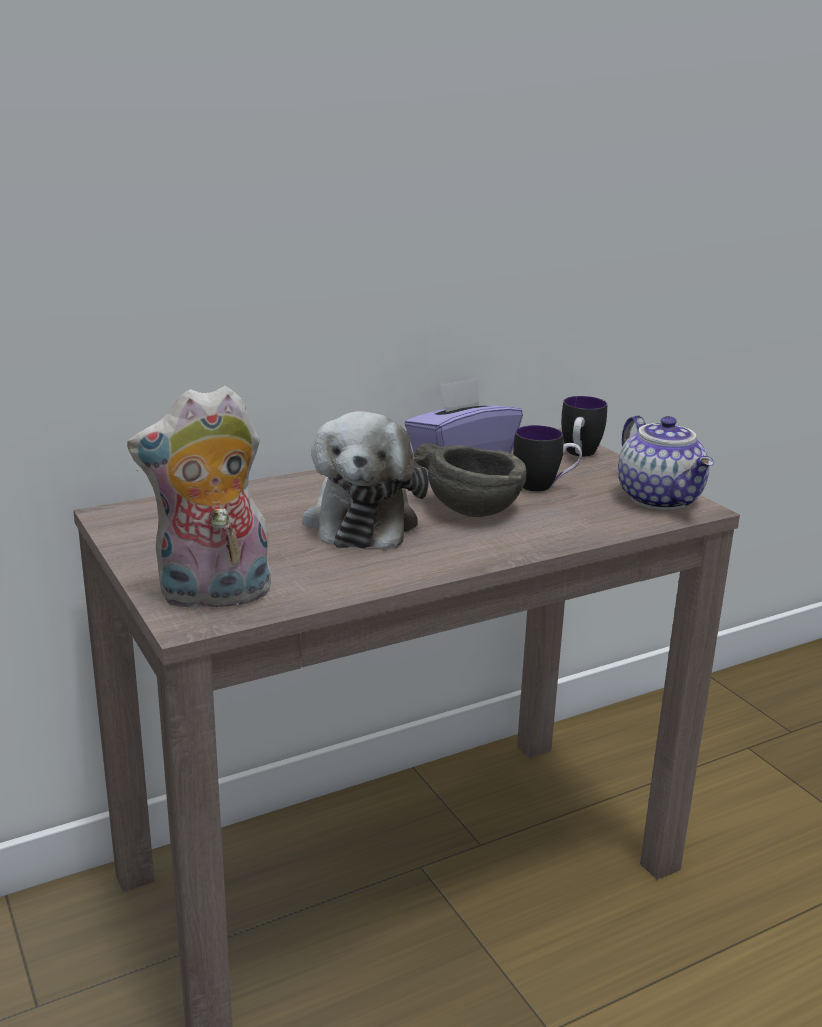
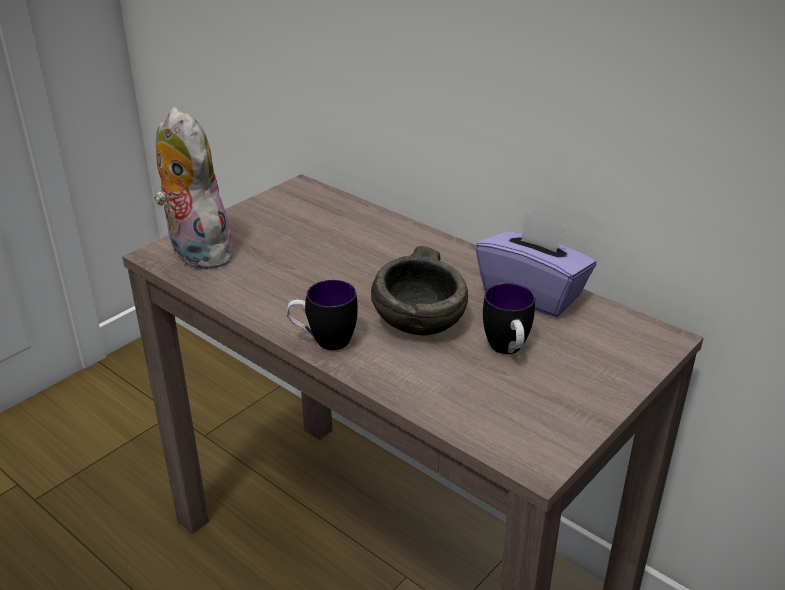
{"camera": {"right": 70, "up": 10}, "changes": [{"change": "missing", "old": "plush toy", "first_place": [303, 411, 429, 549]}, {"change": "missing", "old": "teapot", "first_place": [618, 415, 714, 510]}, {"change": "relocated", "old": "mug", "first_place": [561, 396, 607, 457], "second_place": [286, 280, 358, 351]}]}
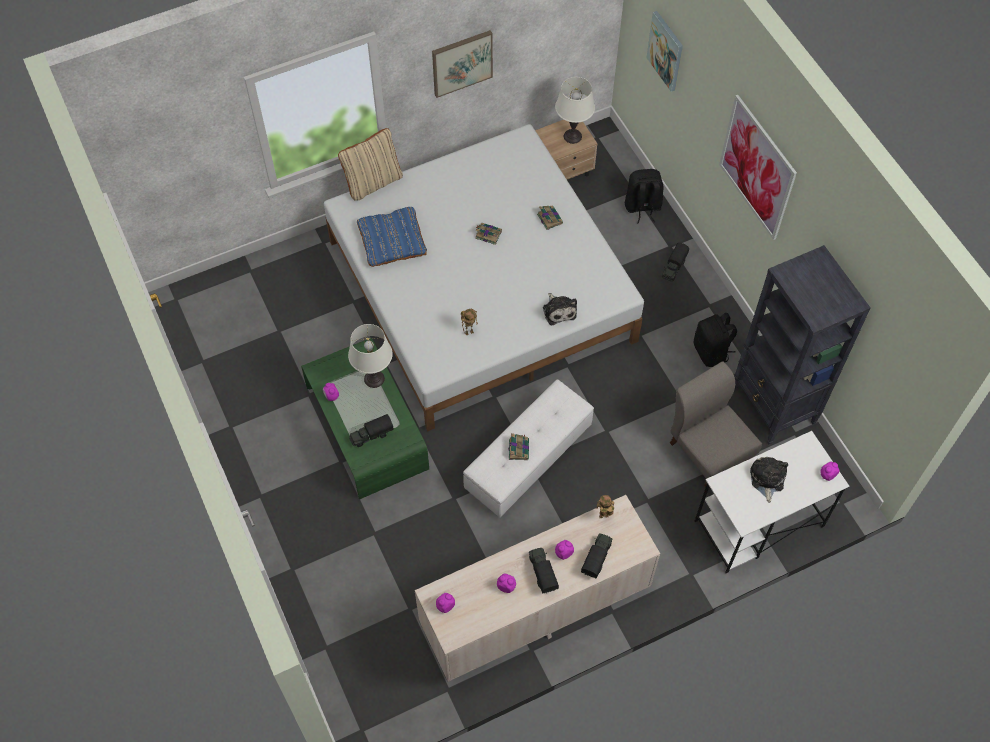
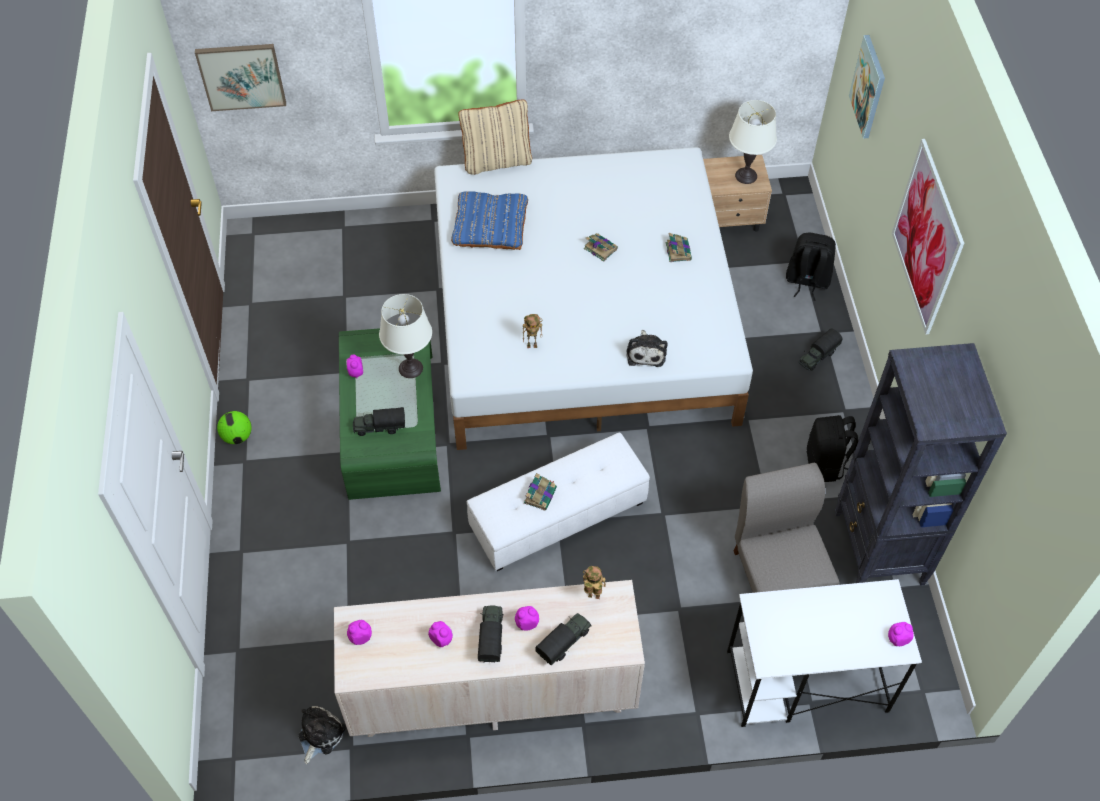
{"camera": {"right": 20, "up": -5}, "changes": [{"change": "appeared", "new": "football", "second_place": [217, 411, 252, 444]}, {"change": "relocated", "old": "picture", "first_place": [432, 30, 493, 98], "second_place": [195, 44, 286, 111]}, {"change": "relocated", "old": "plush toy", "first_place": [750, 457, 788, 503], "second_place": [299, 706, 346, 764]}]}
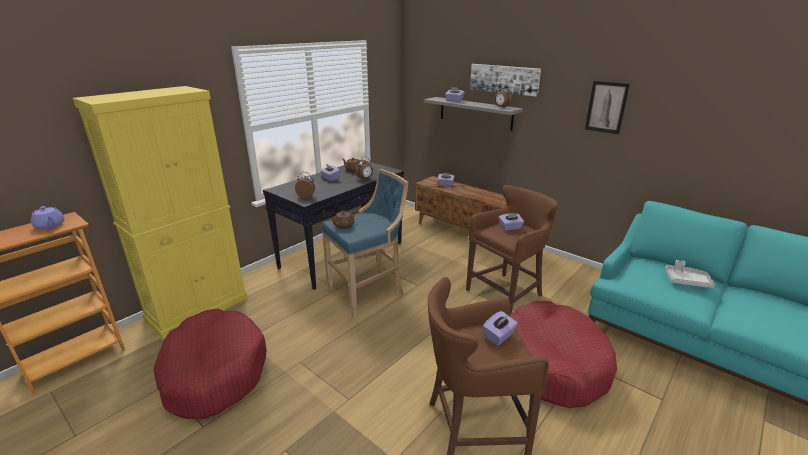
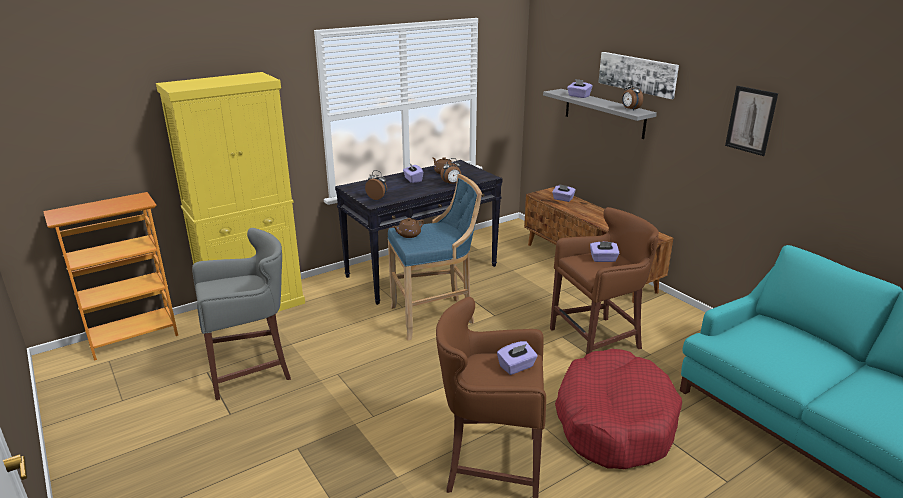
{"camera": {"right": 15, "up": 0}, "changes": [{"change": "missing", "old": "purple teapot", "first_place": [31, 206, 64, 230]}, {"change": "missing", "old": "grey tray", "first_place": [665, 260, 715, 288]}, {"change": "exchanged", "old": "red dog bed", "new": "grey stool", "first_place": [154, 309, 266, 419], "second_place": [192, 228, 291, 400]}]}
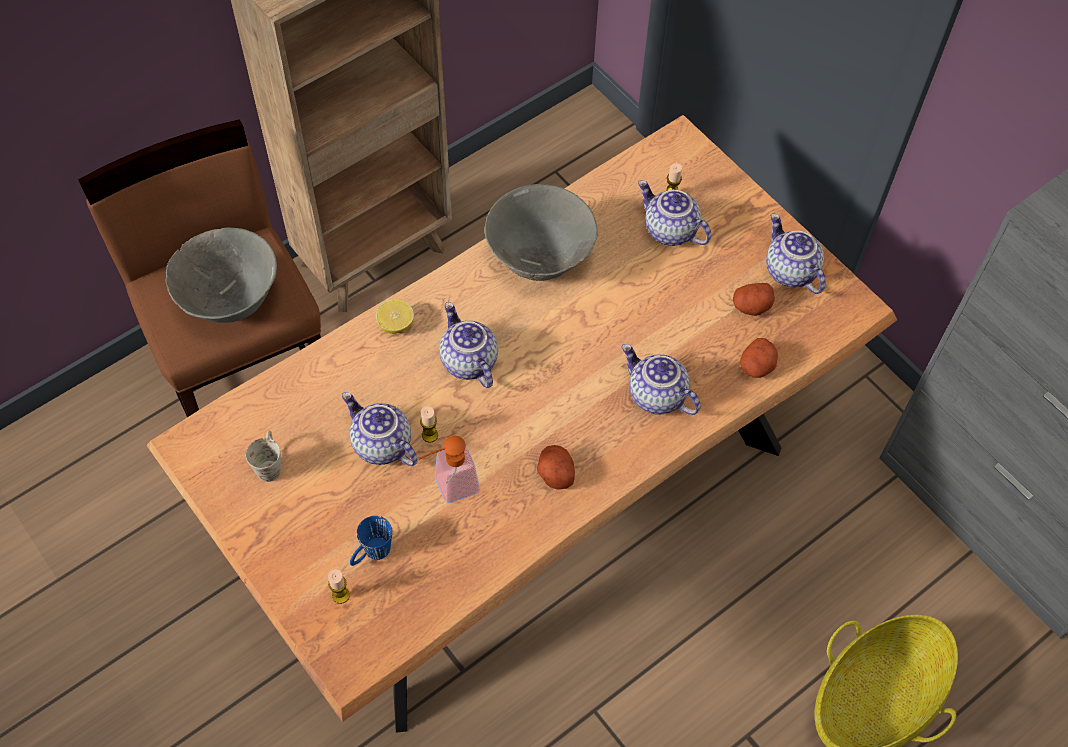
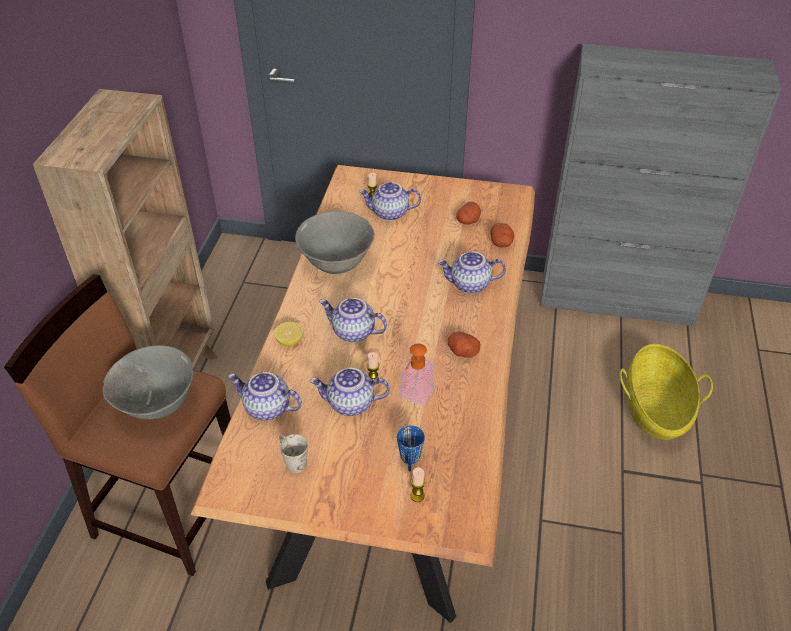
{"camera": {"right": -40, "up": -15}, "changes": [{"change": "relocated", "old": "teapot", "first_place": [766, 213, 826, 294], "second_place": [228, 372, 302, 420]}]}
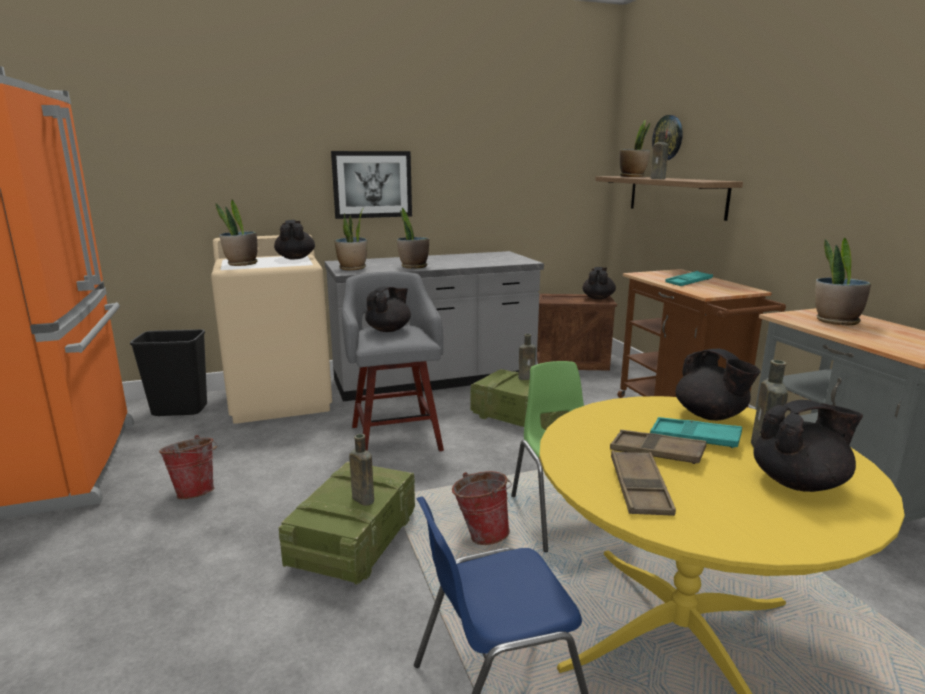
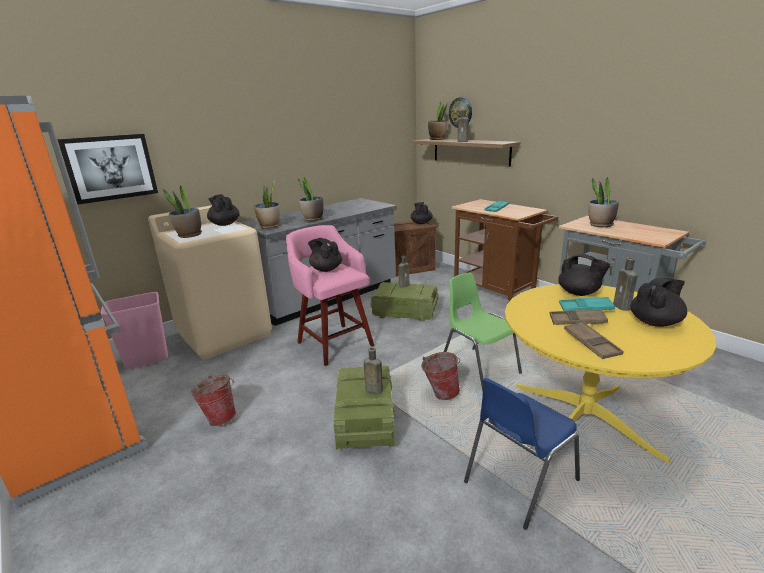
{"camera": {"right": -20, "up": 5}, "changes": [{"change": "relocated", "old": "picture", "first_place": [331, 151, 412, 219], "second_place": [57, 134, 158, 204]}, {"change": "colour", "old": "black trash can", "new": "pink trash can", "first_place": [130, 329, 207, 416], "second_place": [101, 292, 168, 369]}, {"change": "colour", "old": "grey stool", "new": "pink stool", "first_place": [342, 272, 444, 451], "second_place": [286, 225, 374, 366]}, {"change": "spun", "old": "black teapot", "first_place": [365, 287, 411, 332], "second_place": [308, 238, 342, 272], "degrees": -60}]}
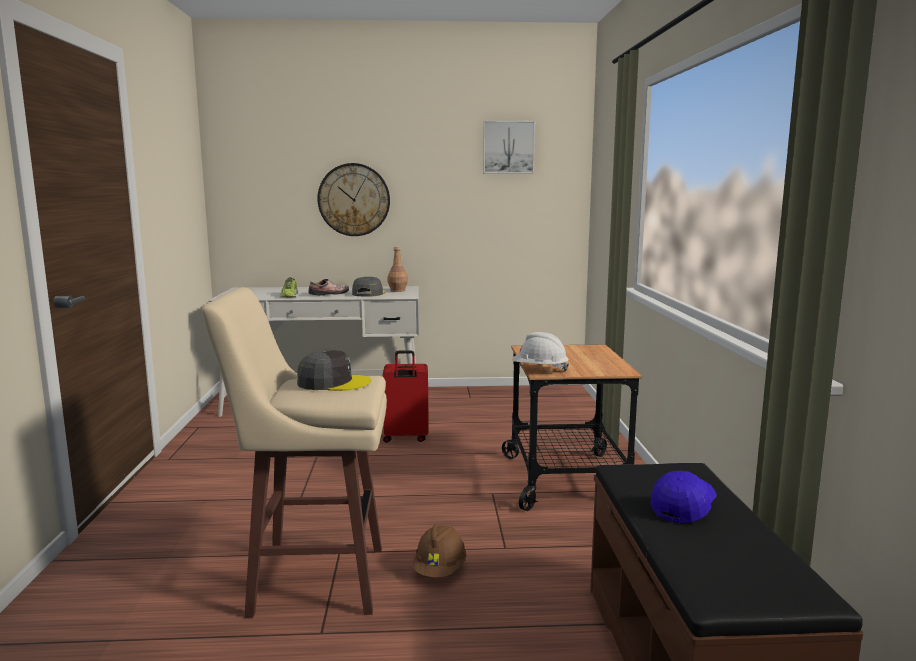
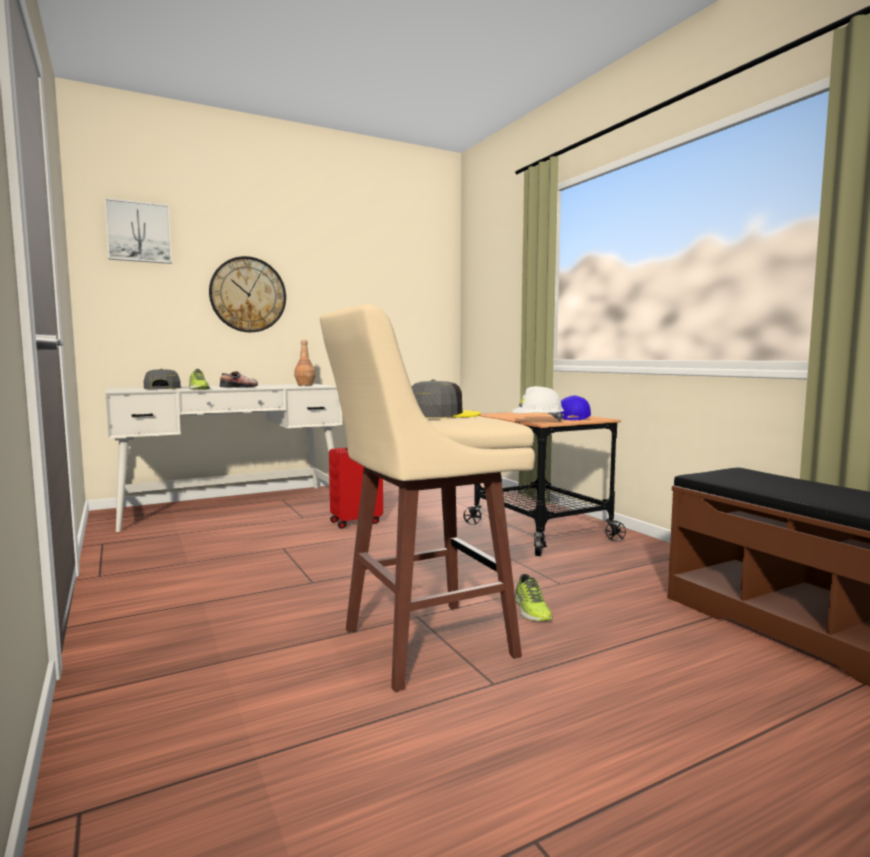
{"camera": {"right": -25, "up": -5}, "changes": [{"change": "relocated", "old": "grey cap", "first_place": [352, 277, 385, 296], "second_place": [144, 369, 182, 389]}, {"change": "relocated", "old": "picture", "first_place": [483, 121, 535, 173], "second_place": [105, 198, 172, 264]}, {"change": "relocated", "old": "blue cap", "first_place": [650, 471, 716, 524], "second_place": [560, 395, 591, 420]}, {"change": "exchanged", "old": "brown hard hat", "new": "shoe", "first_place": [413, 524, 466, 578], "second_place": [515, 574, 553, 621]}]}
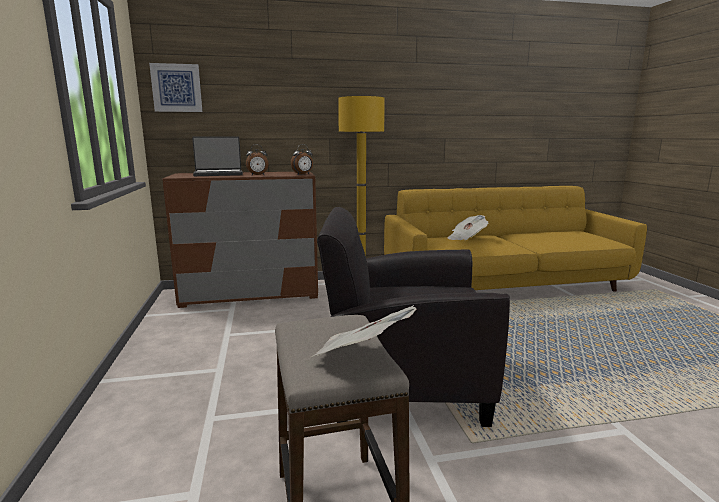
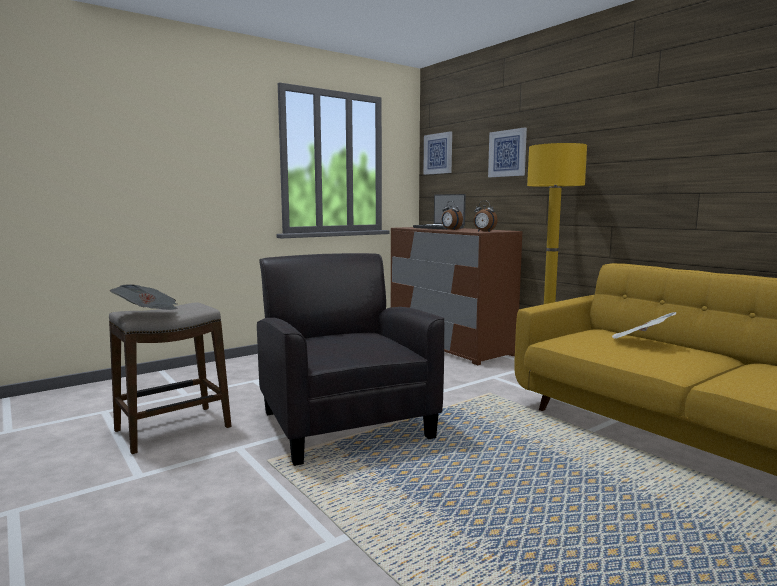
{"camera": {"right": 65, "up": -5}, "changes": [{"change": "appeared", "new": "picture", "second_place": [488, 127, 527, 177]}]}
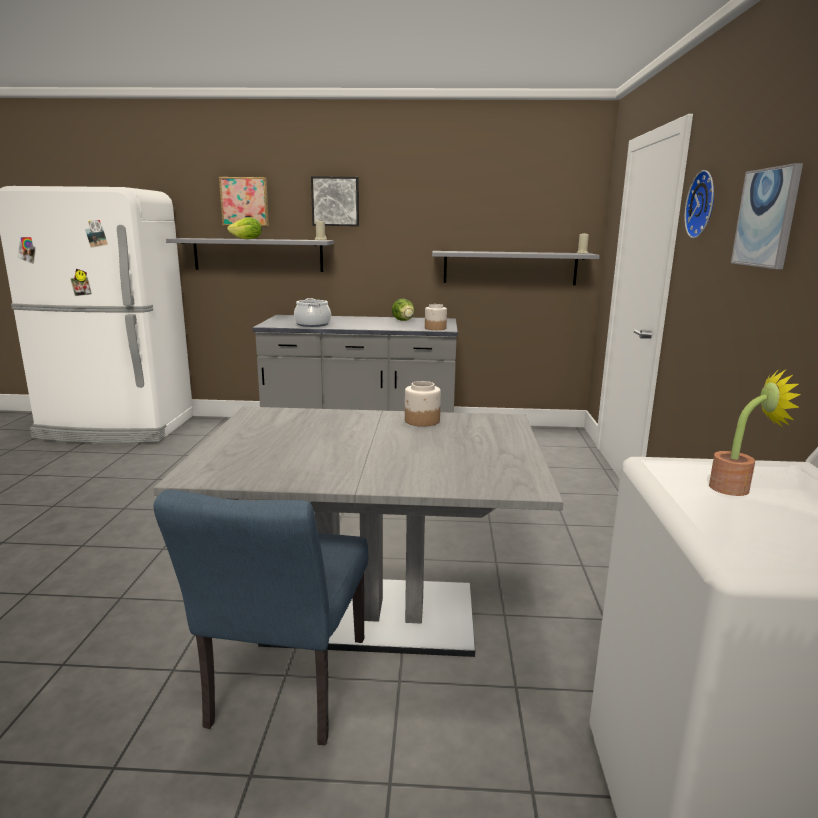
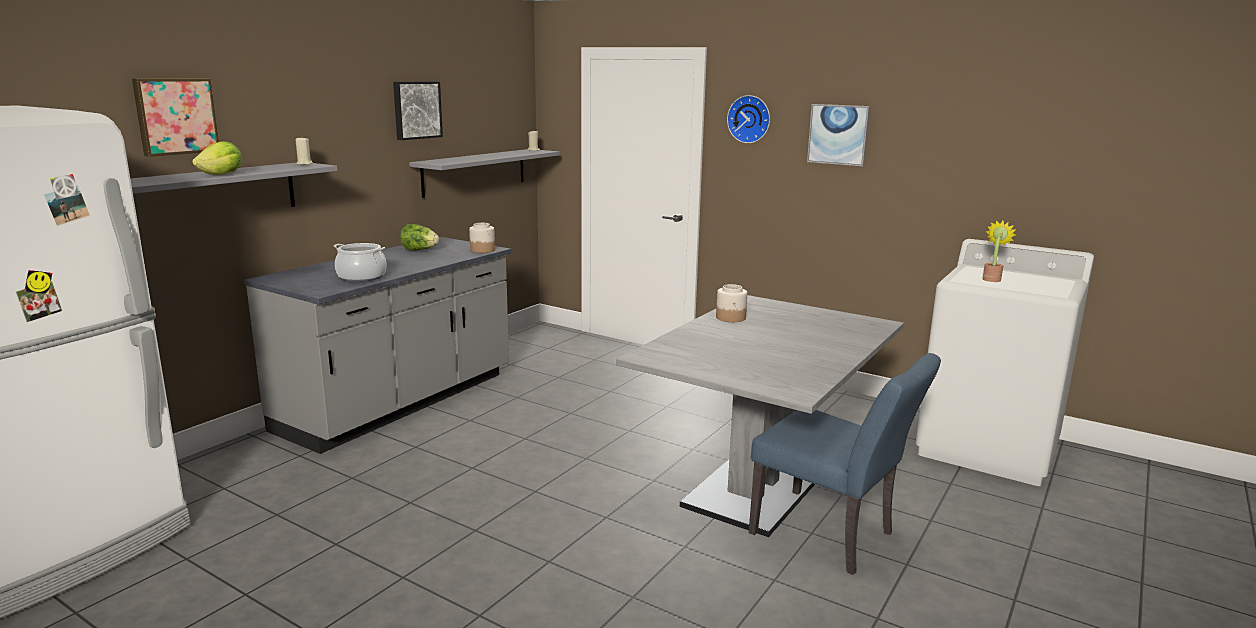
{"camera": {"right": -60, "up": 0}, "changes": [{"change": "relocated", "old": "picture", "first_place": [311, 176, 359, 226], "second_place": [393, 82, 443, 140]}]}
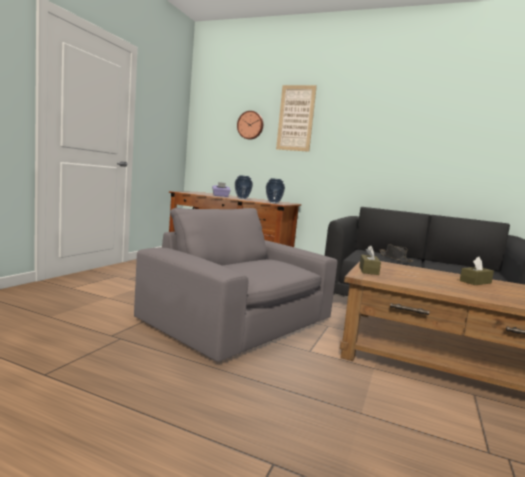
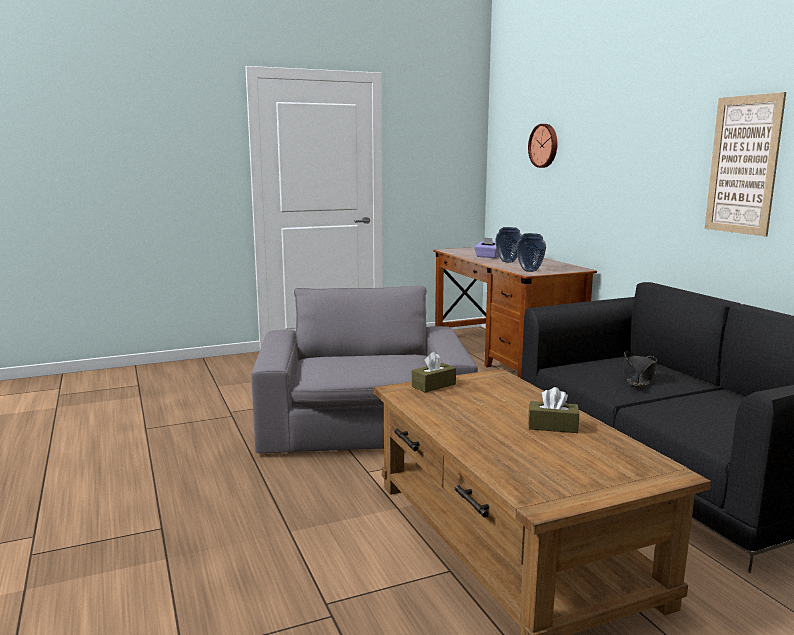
{"camera": {"right": 45, "up": 5}, "changes": [{"change": "relocated", "old": "picture", "first_place": [276, 85, 317, 152], "second_place": [704, 92, 786, 236]}]}
